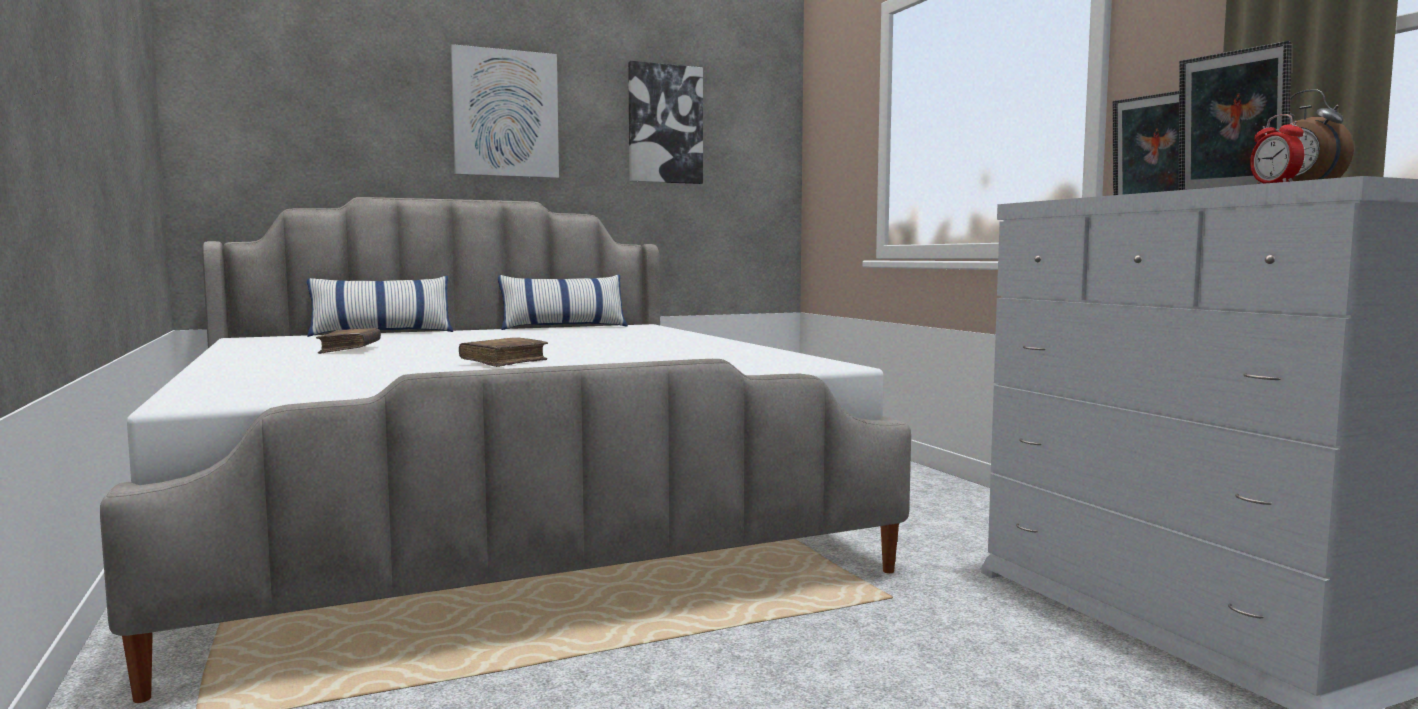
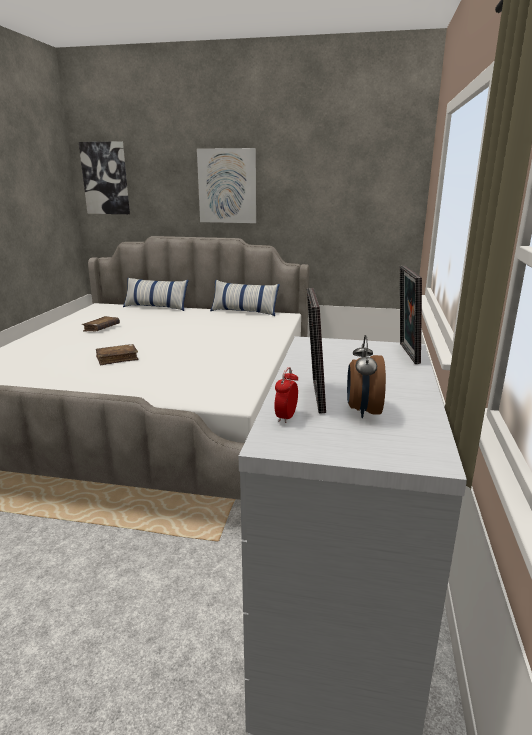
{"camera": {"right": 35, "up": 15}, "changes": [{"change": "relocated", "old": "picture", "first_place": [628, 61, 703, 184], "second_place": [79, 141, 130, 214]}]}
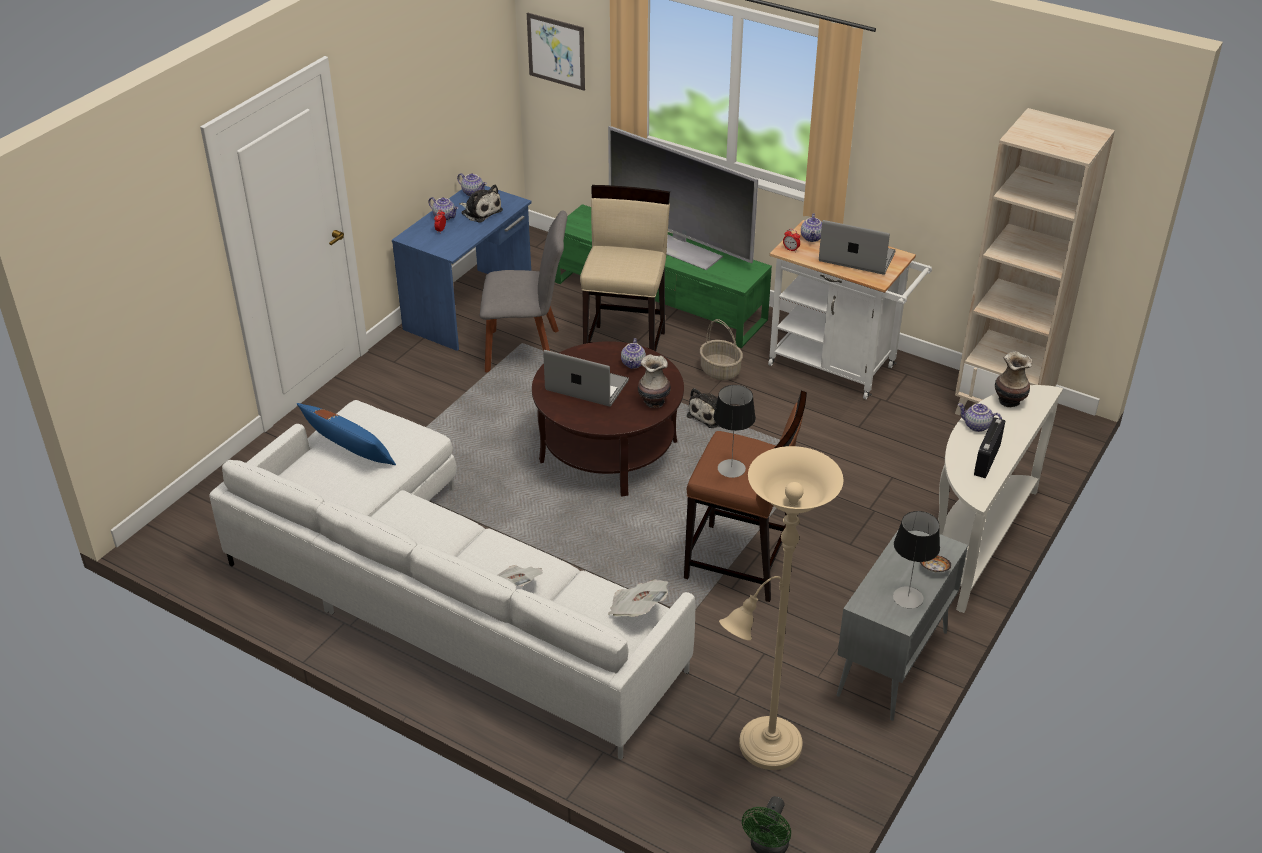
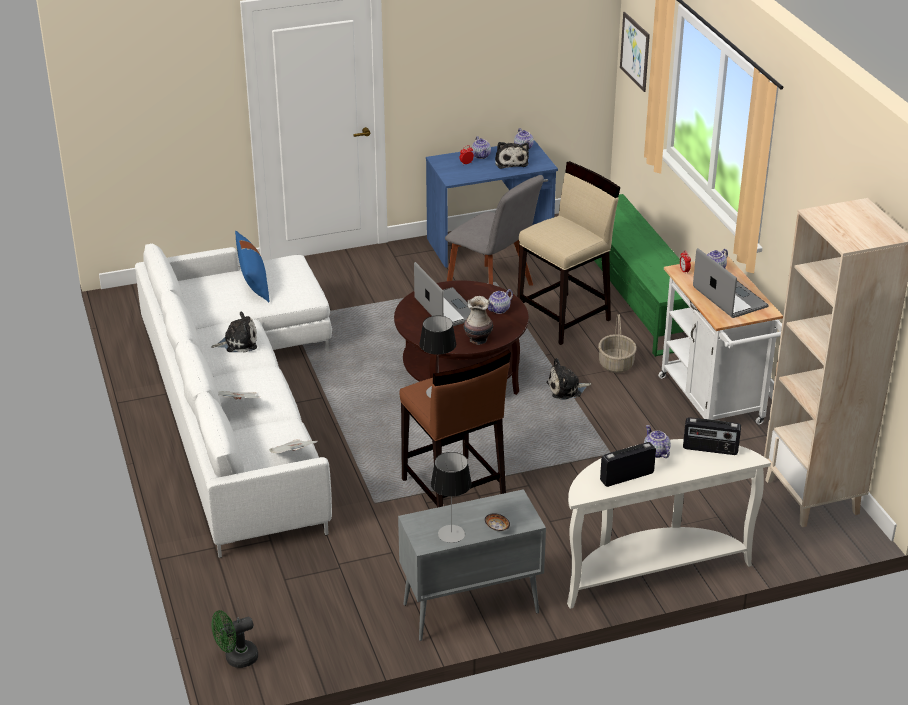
{"camera": {"right": 40, "up": -5}, "changes": [{"change": "missing", "old": "television", "first_place": [608, 126, 758, 270]}, {"change": "missing", "old": "beige floor lamp", "first_place": [719, 446, 844, 770]}, {"change": "appeared", "new": "plush toy", "second_place": [212, 311, 257, 353]}, {"change": "exchanged", "old": "vase", "new": "radio", "first_place": [995, 351, 1032, 407], "second_place": [683, 417, 741, 455]}]}
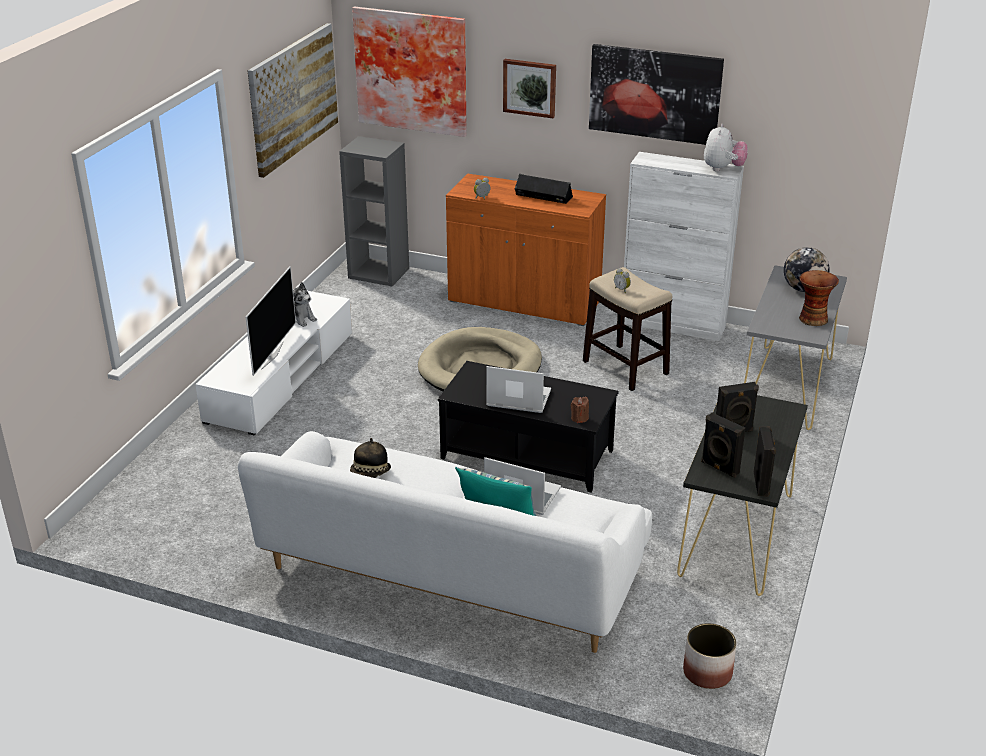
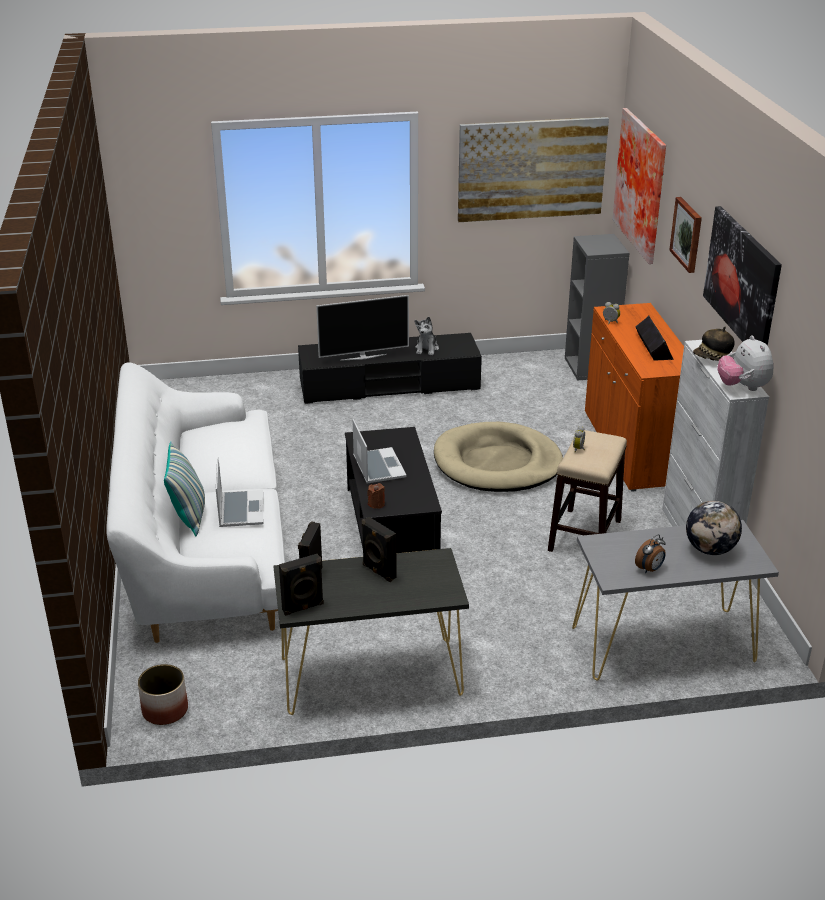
{"camera": {"right": 60, "up": 0}, "changes": [{"change": "relocated", "old": "hat", "first_place": [350, 438, 391, 478], "second_place": [693, 327, 735, 361]}, {"change": "exchanged", "old": "vase", "new": "alarm clock", "first_place": [799, 270, 839, 326], "second_place": [635, 534, 666, 573]}, {"change": "colour", "old": "white tv stand", "new": "black tv stand", "first_place": [195, 291, 352, 435], "second_place": [298, 333, 482, 404]}, {"change": "spun", "old": "plush toy", "first_place": [704, 124, 748, 171], "second_place": [717, 336, 774, 391], "degrees": 90}]}
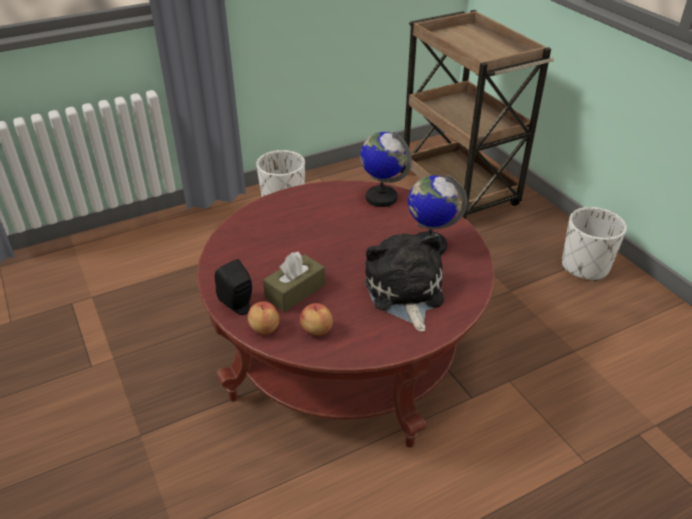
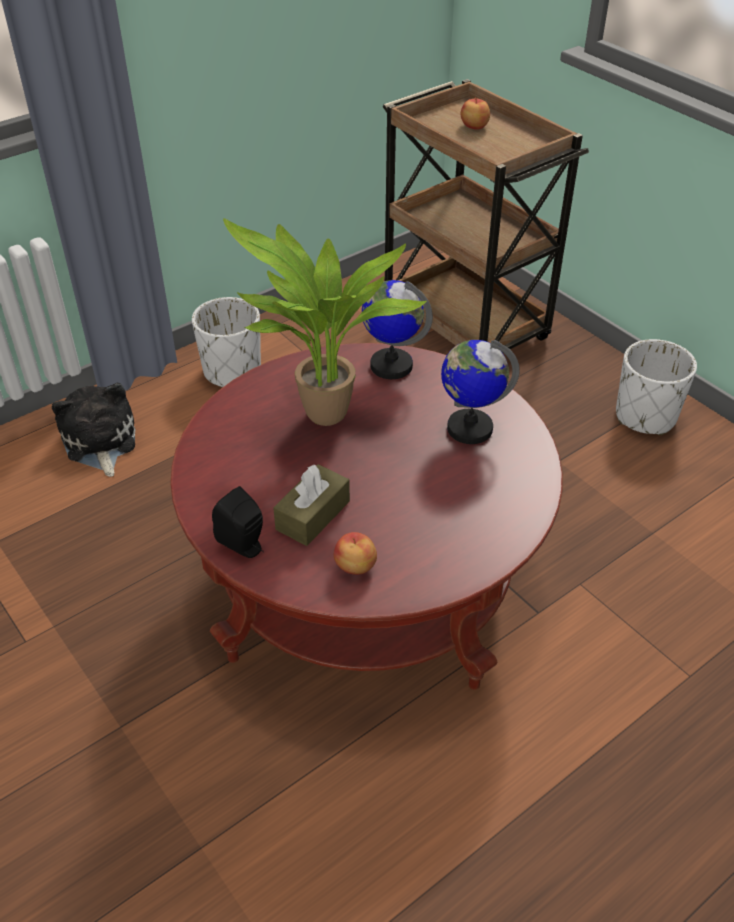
{"camera": {"right": -10, "up": 5}, "changes": [{"change": "appeared", "new": "potted plant", "second_place": [223, 218, 427, 426]}, {"change": "relocated", "old": "apple", "first_place": [248, 302, 280, 335], "second_place": [461, 97, 490, 130]}, {"change": "relocated", "old": "plush toy", "first_place": [365, 233, 444, 332], "second_place": [52, 383, 136, 477]}]}
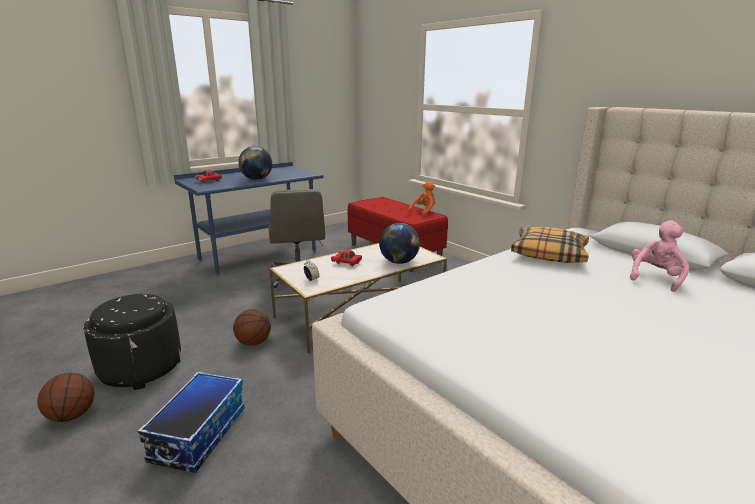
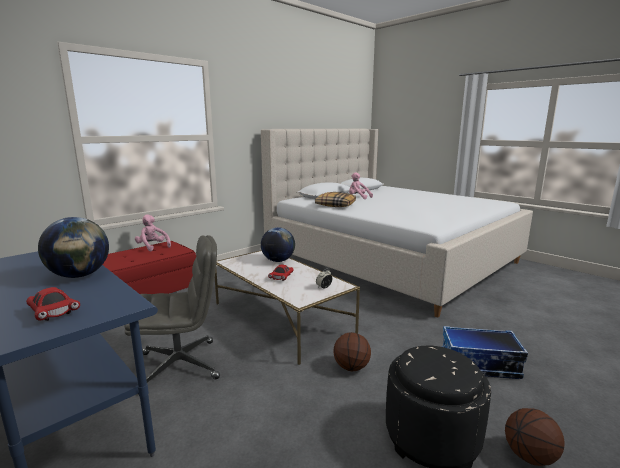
{"camera": {"right": -95, "up": -5}, "changes": [{"change": "colour", "old": "orange plush toy", "new": "pink plush toy", "first_place": [408, 181, 435, 217], "second_place": [135, 214, 171, 251]}]}
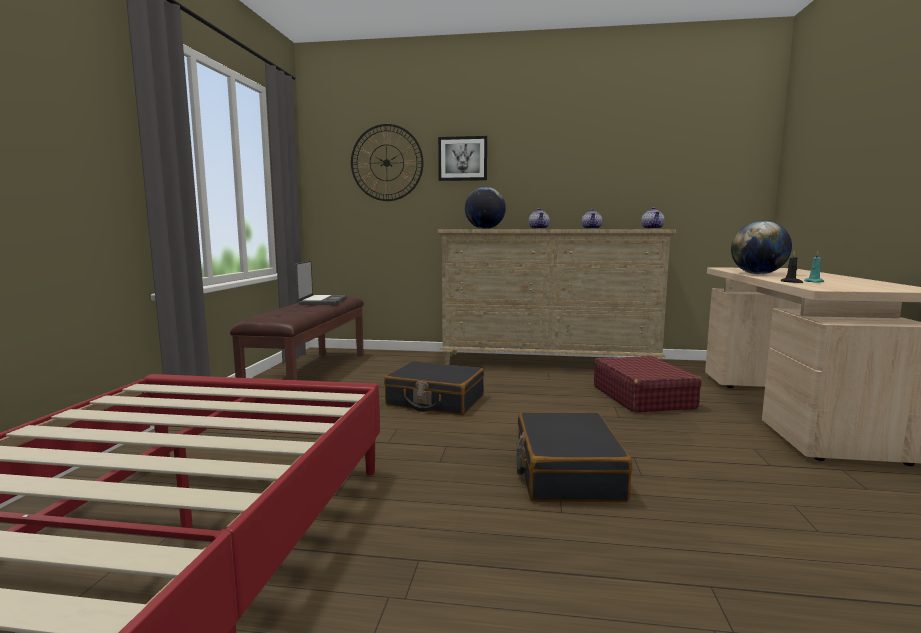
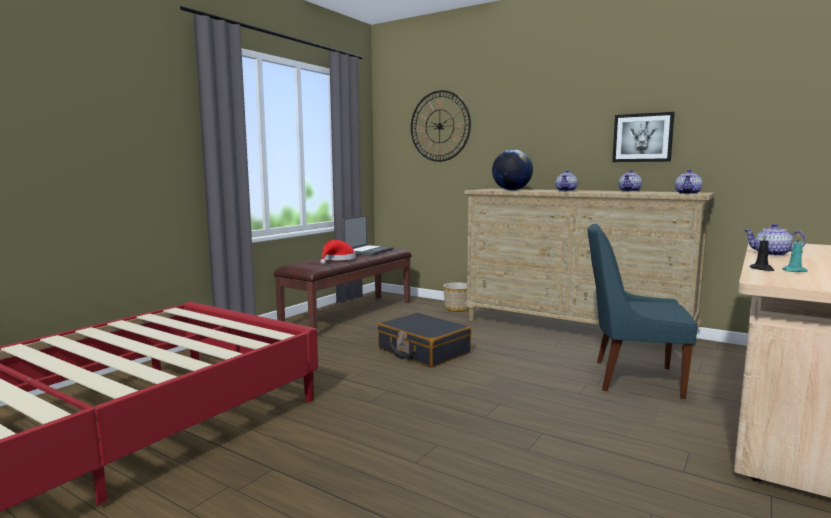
{"camera": {"right": 25, "up": 0}, "changes": [{"change": "missing", "old": "black suitcase", "first_place": [516, 412, 632, 502]}, {"change": "appeared", "new": "red hat", "second_place": [320, 240, 355, 264]}, {"change": "appeared", "new": "planter", "second_place": [443, 282, 469, 312]}, {"change": "relocated", "old": "picture", "first_place": [438, 136, 487, 181], "second_place": [612, 112, 675, 162]}, {"change": "exchanged", "old": "red suitcase", "new": "blue chair", "first_place": [594, 356, 702, 413], "second_place": [588, 224, 698, 400]}, {"change": "exchanged", "old": "globe", "new": "teapot", "first_place": [731, 221, 792, 274], "second_place": [744, 223, 806, 256]}]}
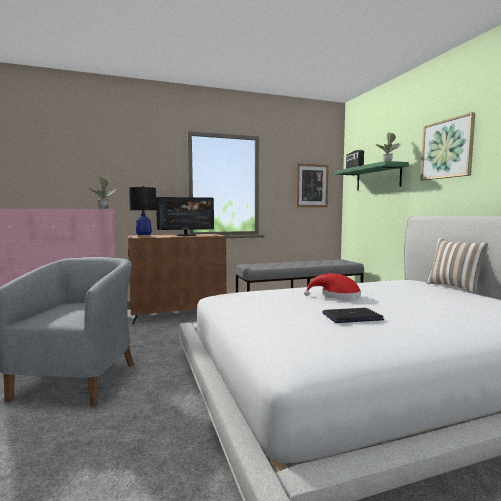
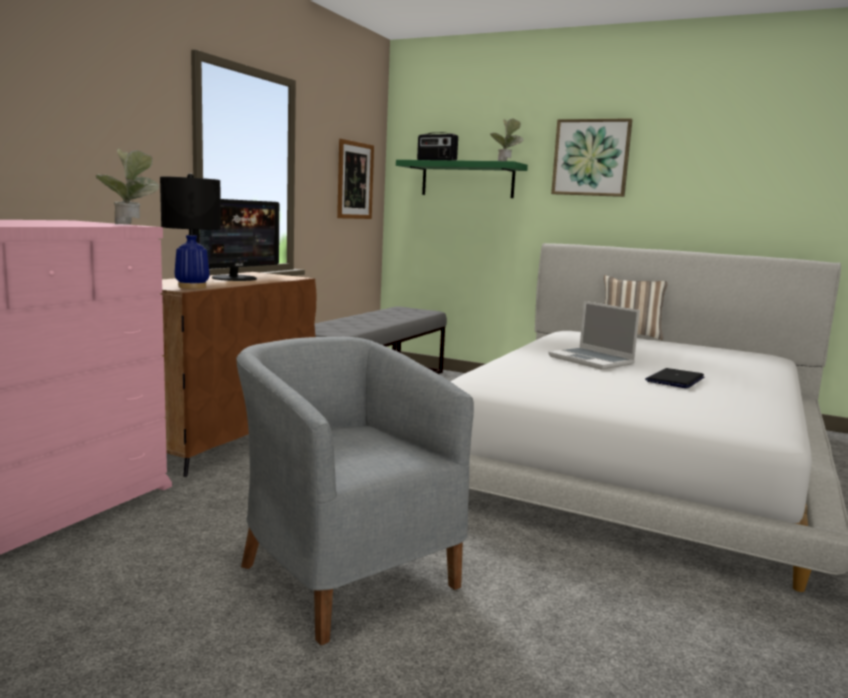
{"camera": {"right": -45, "up": 5}, "changes": [{"change": "exchanged", "old": "red hat", "new": "laptop", "first_place": [304, 273, 361, 299], "second_place": [548, 301, 640, 370]}]}
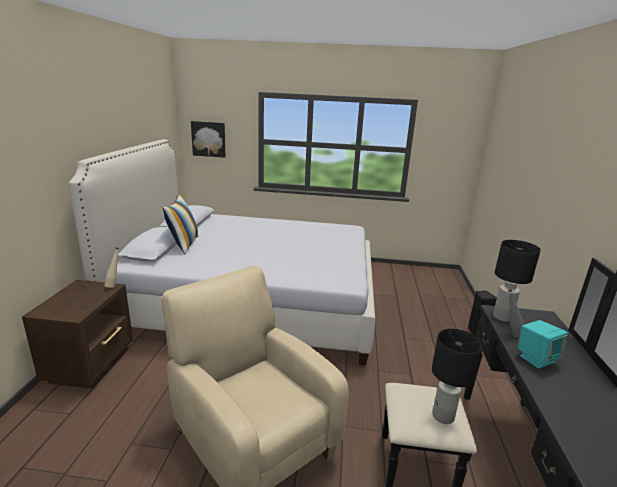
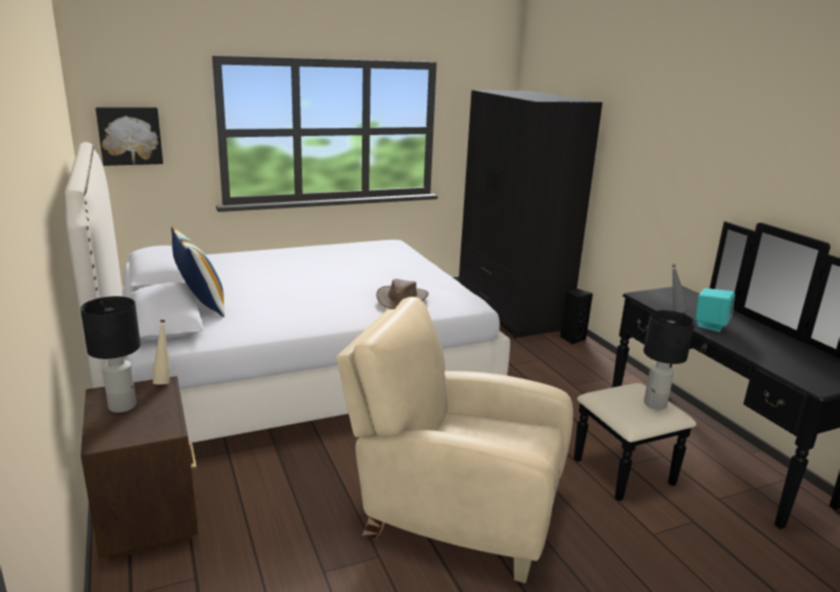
{"camera": {"right": -30, "up": 0}, "changes": [{"change": "appeared", "new": "brown hat", "second_place": [376, 279, 429, 309]}, {"change": "appeared", "new": "black wardrobe", "second_place": [459, 90, 603, 338]}, {"change": "relocated", "old": "black table lamp", "first_place": [493, 240, 541, 322], "second_place": [80, 296, 140, 413]}]}
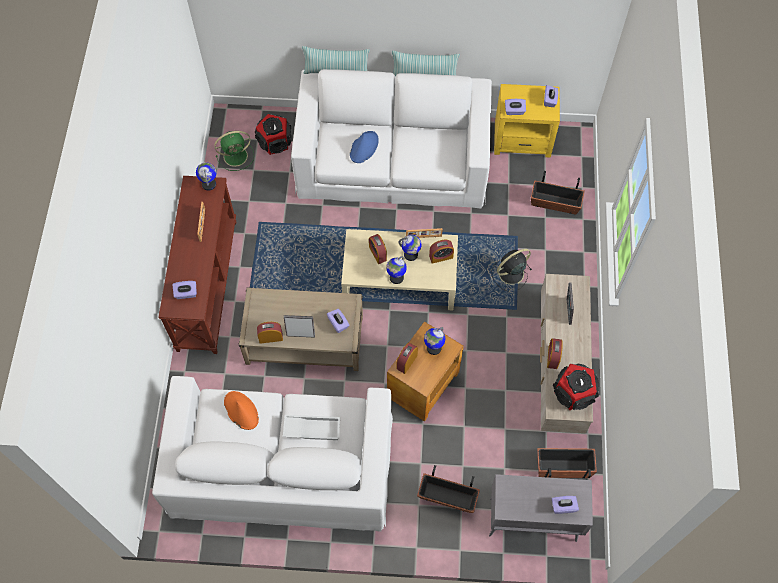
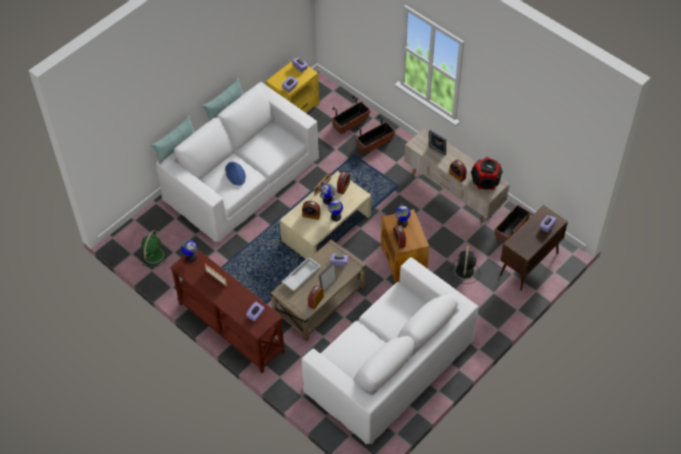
{"camera": {"right": -50, "up": -10}, "changes": [{"change": "missing", "old": "orange hat", "first_place": [224, 391, 259, 430]}, {"change": "missing", "old": "speaker", "first_place": [255, 114, 292, 155]}, {"change": "relocated", "old": "white tray", "first_place": [283, 415, 340, 440], "second_place": [282, 257, 321, 291]}, {"change": "relocated", "old": "planter", "first_place": [417, 465, 480, 513], "second_place": [356, 115, 396, 154]}, {"change": "relocated", "old": "black fan", "first_place": [492, 249, 532, 291], "second_place": [450, 245, 479, 284]}, {"change": "colour", "old": "grey cabinet", "new": "brown cabinet", "first_place": [489, 474, 593, 542], "second_place": [500, 205, 568, 291]}]}
